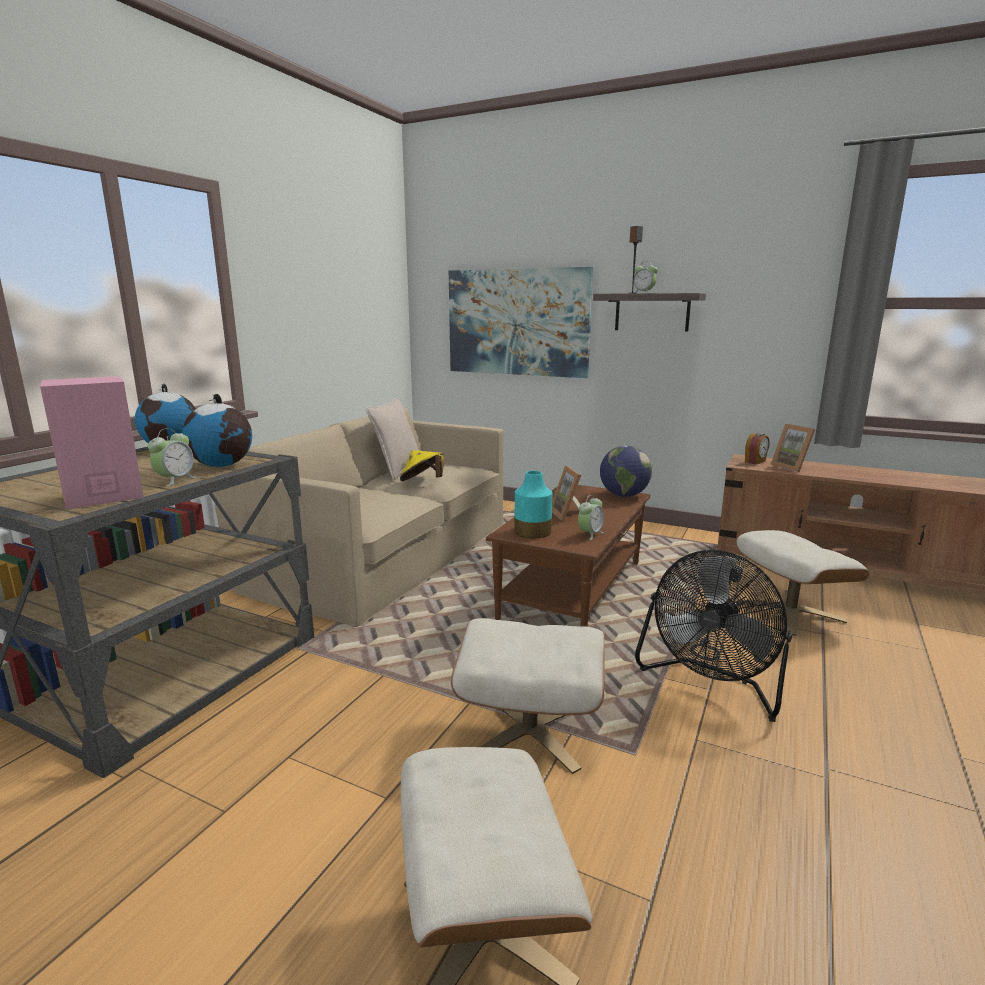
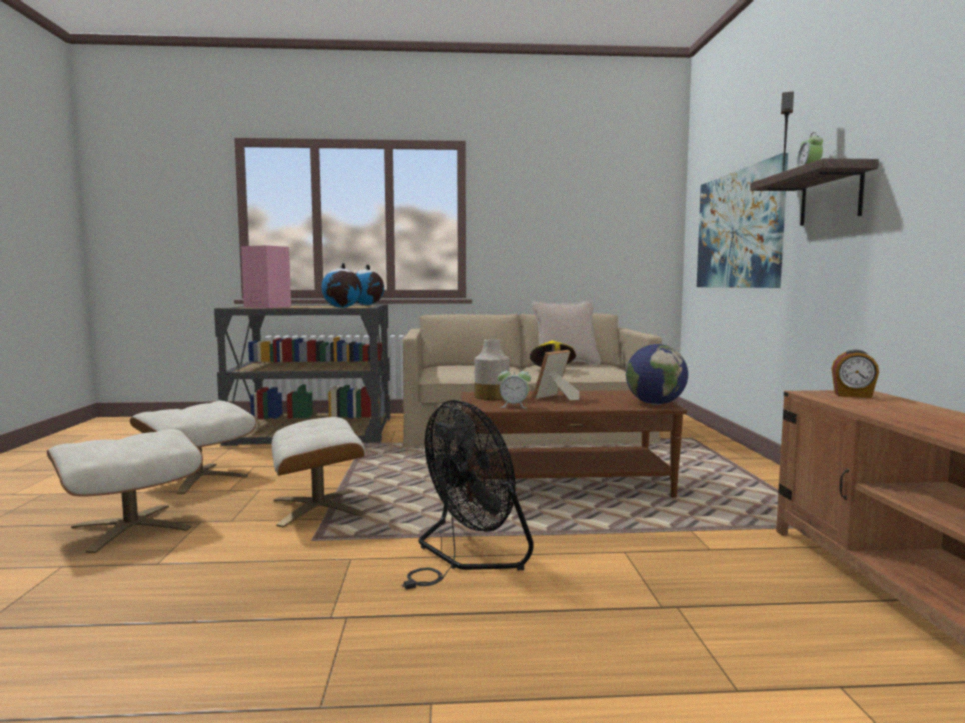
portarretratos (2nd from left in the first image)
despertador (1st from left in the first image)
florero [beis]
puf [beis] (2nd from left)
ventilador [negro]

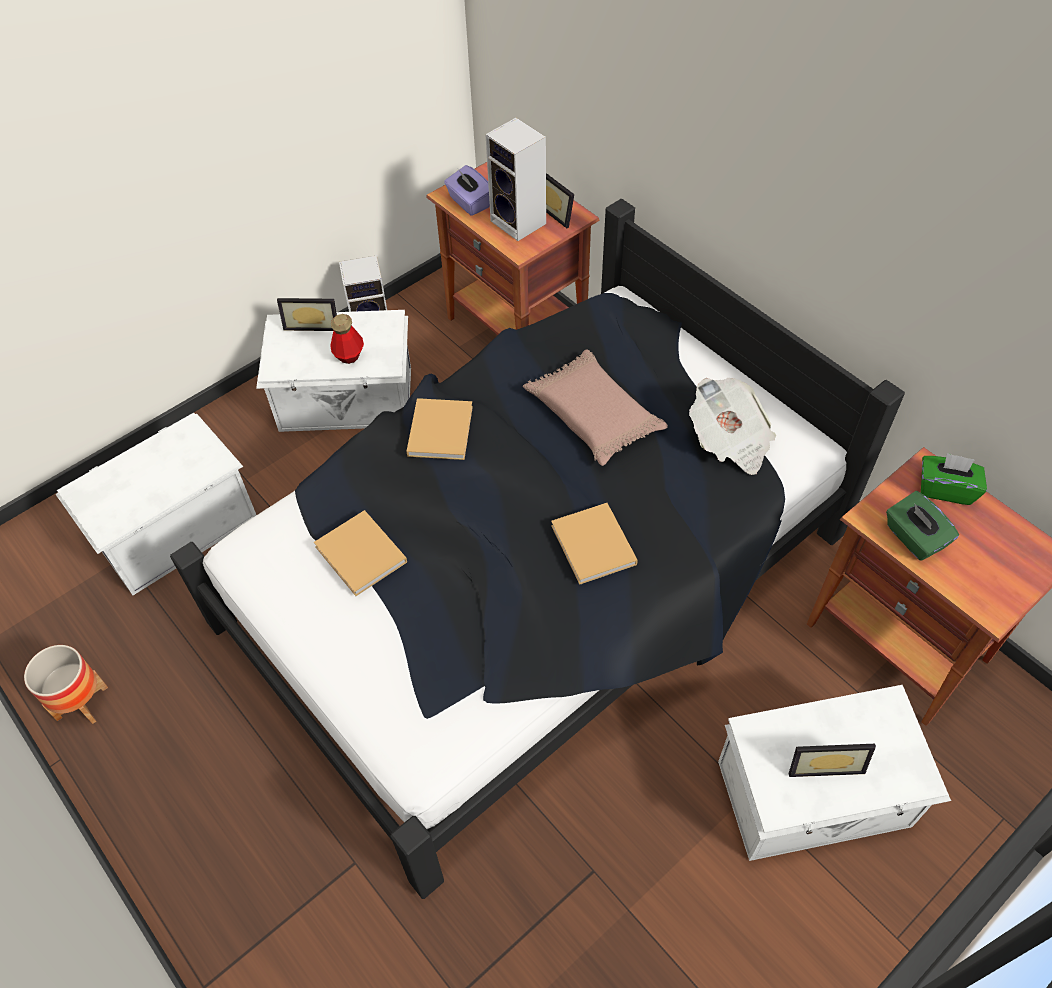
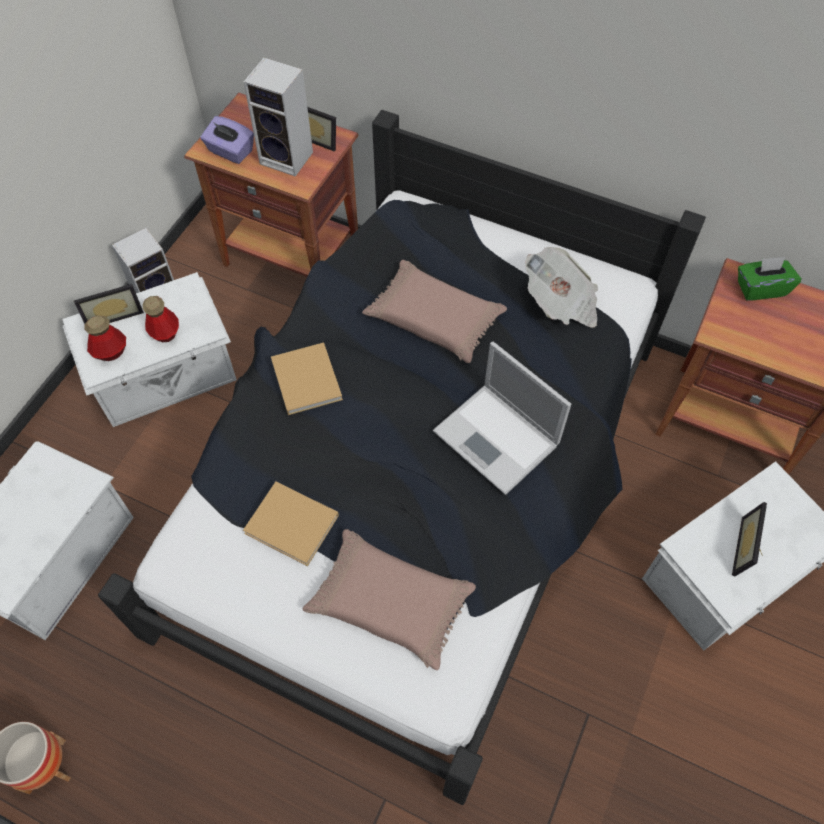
caja de pañuelos [verde] (1st from left in the first image)
portátil
portarretratos (3rd from left)
botella (1st from left)
cojín [beis] (1st from left)

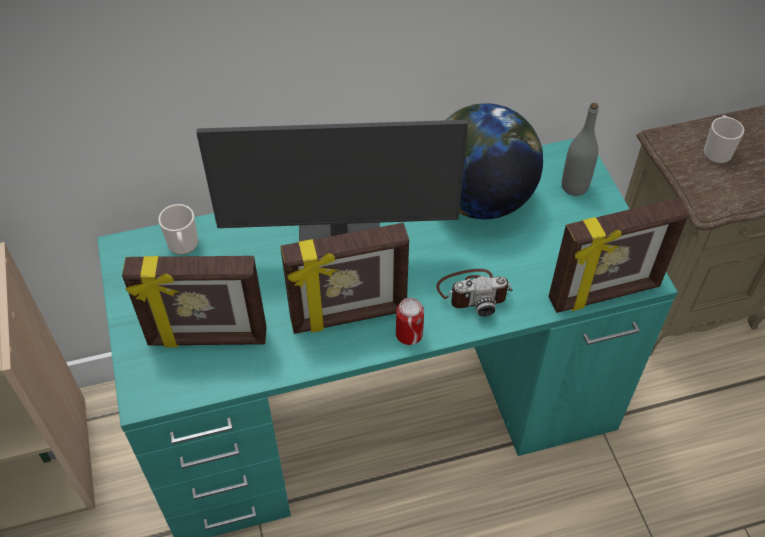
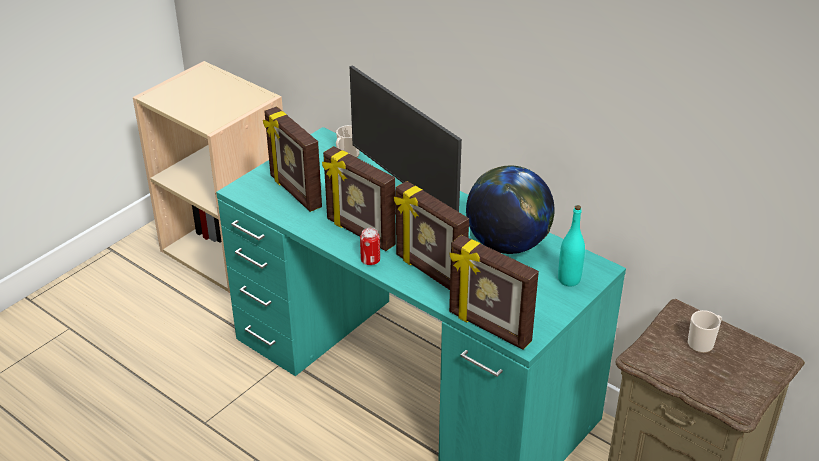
botella [turquesa]
portarretratos (3rd from left)

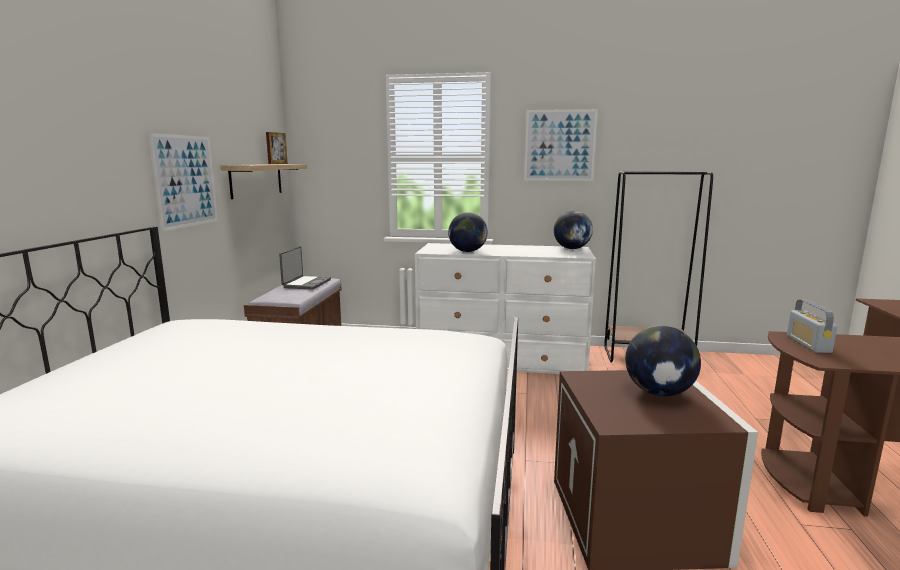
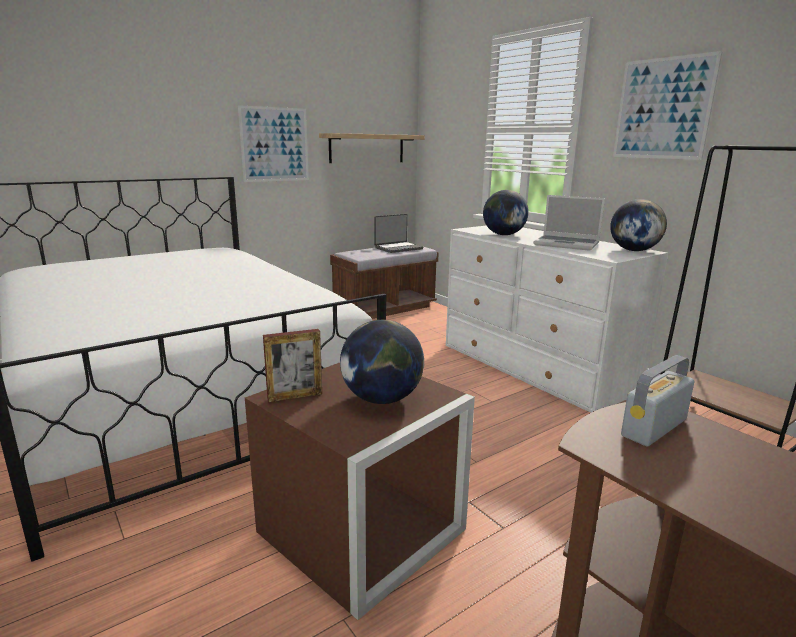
portarretratos
portátil (2nd from left)

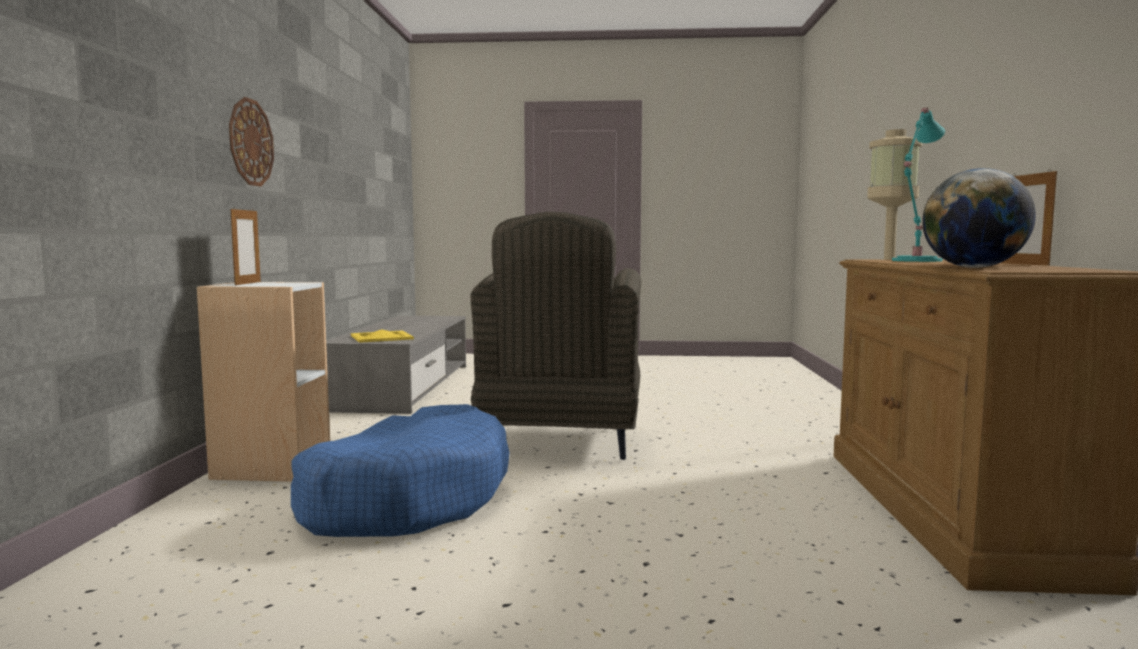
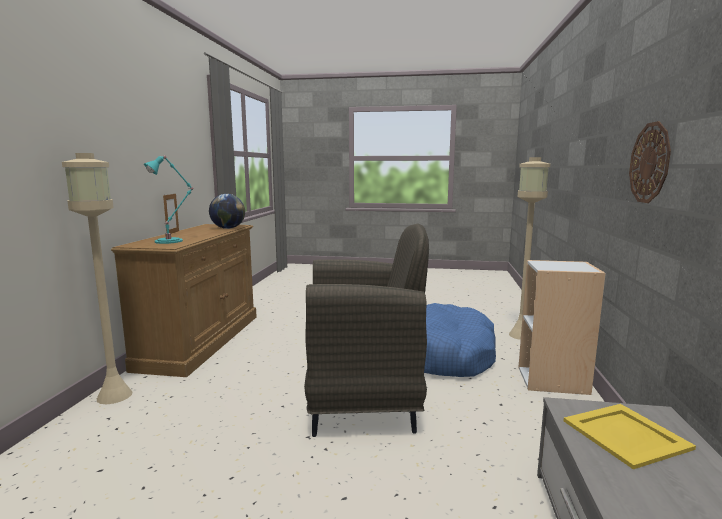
portarretratos (1st from left in the first image)
sillón [gris]
lámpara de pie [beis] (2nd from left)

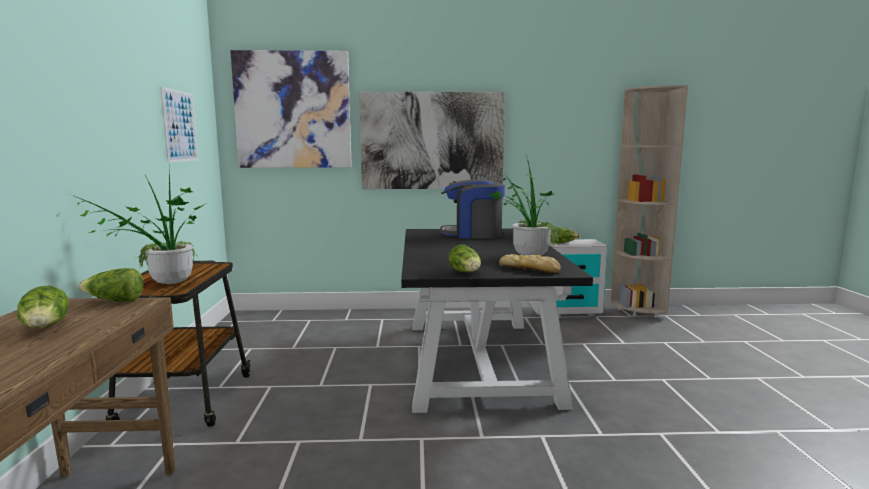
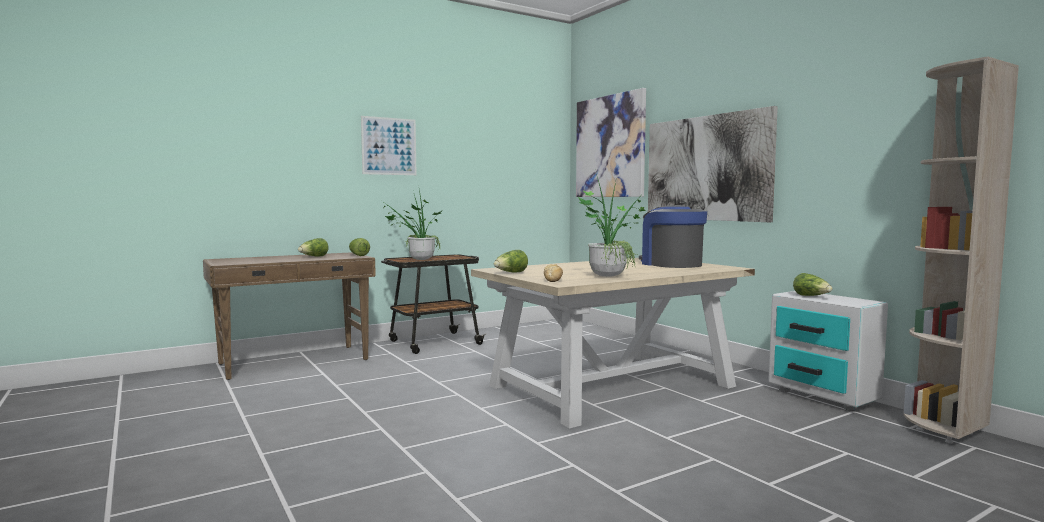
cuadro (1st from left)
mesa de comedor [beis]

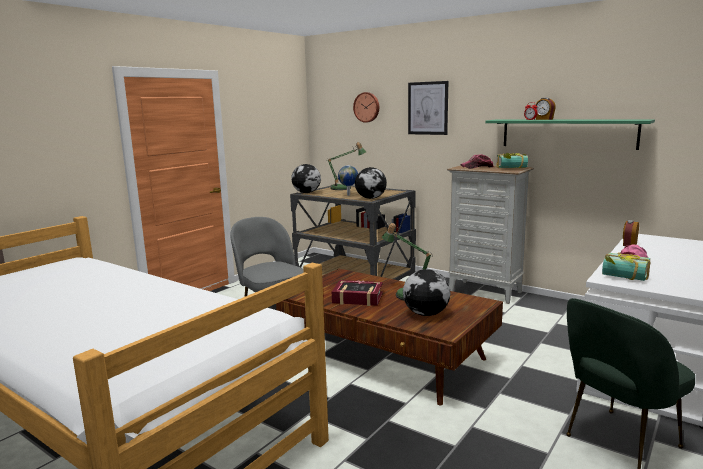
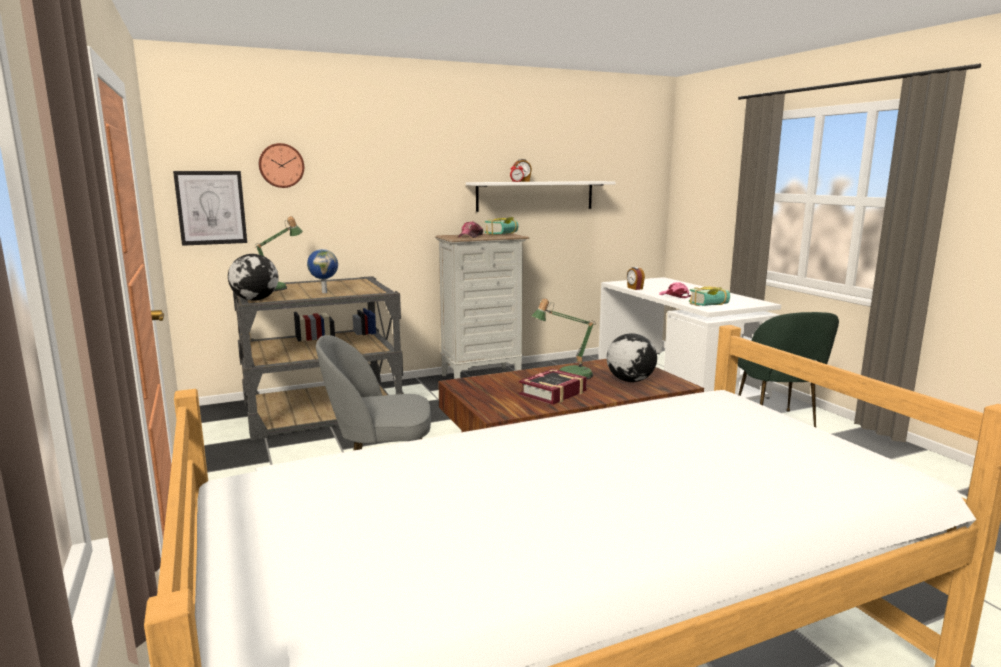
cuadro
estante [blanco]
globo terráqueo (3rd from left in the first image)

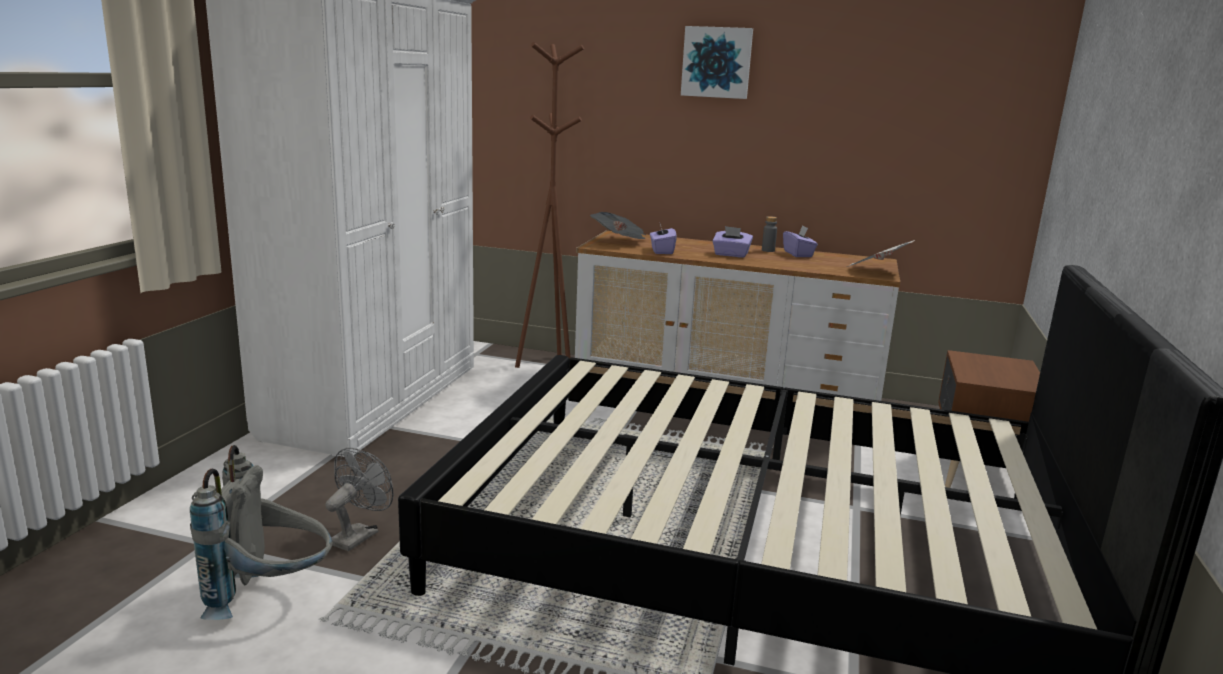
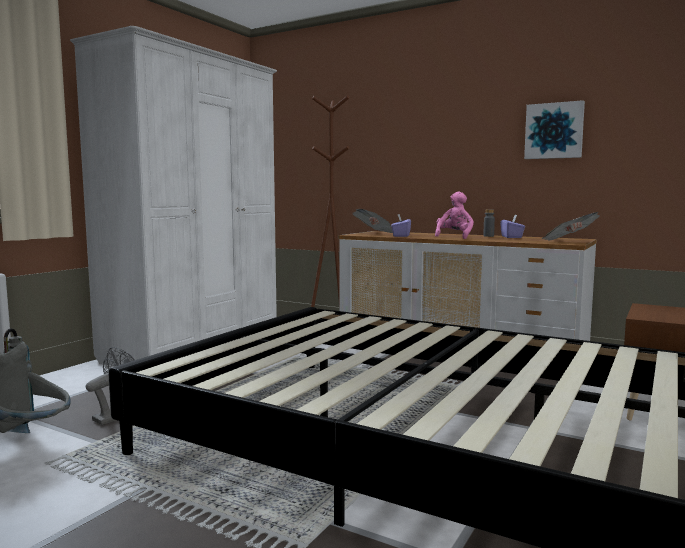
cuadro
peluche [rosa]

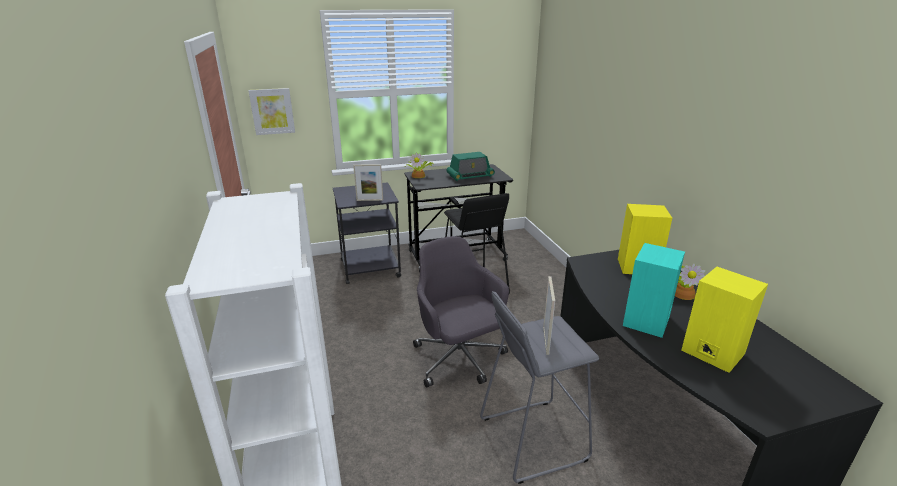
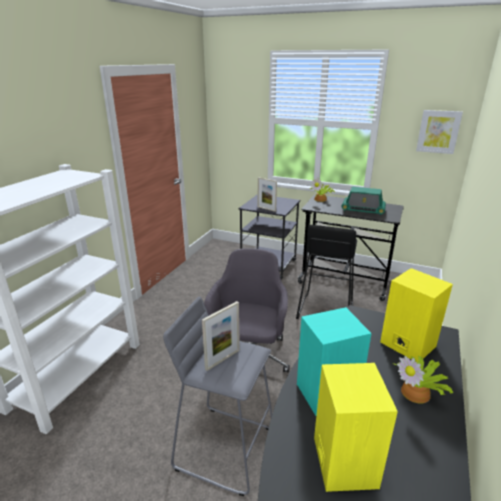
cuadro

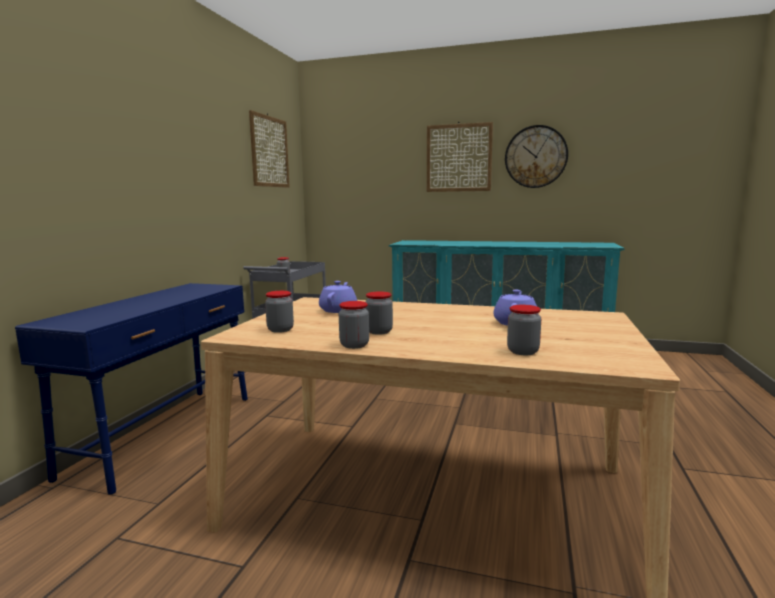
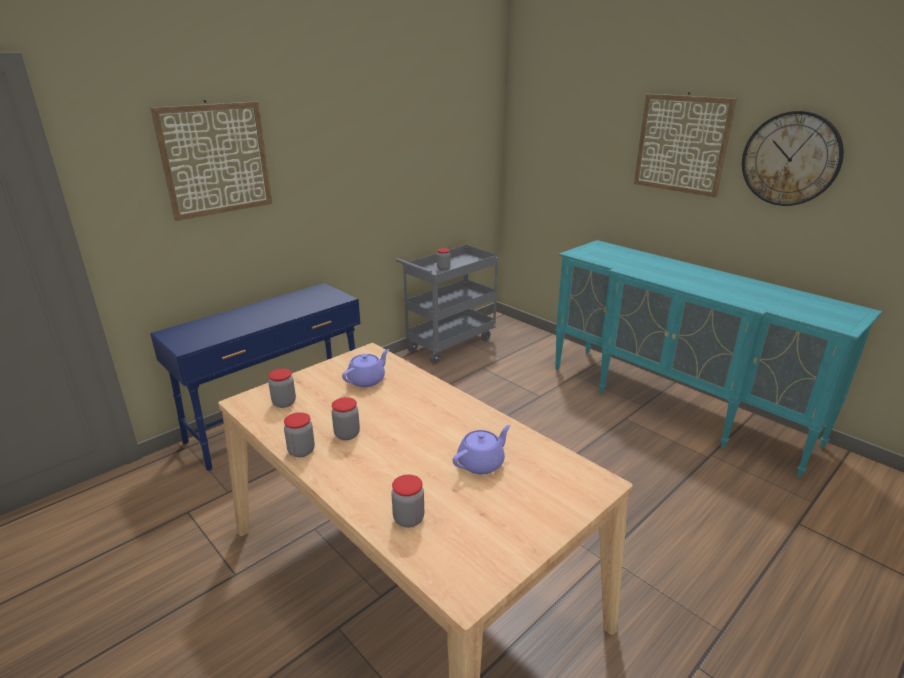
cuadro (1st from left)

